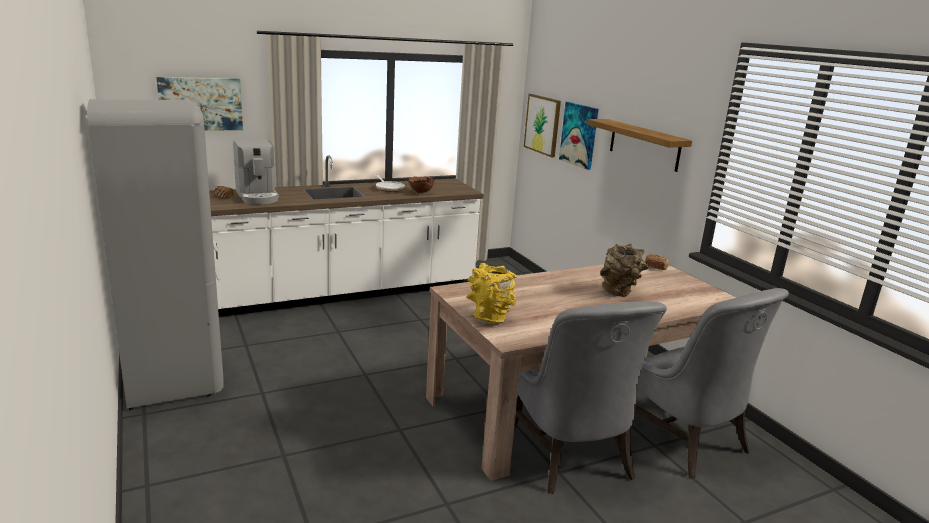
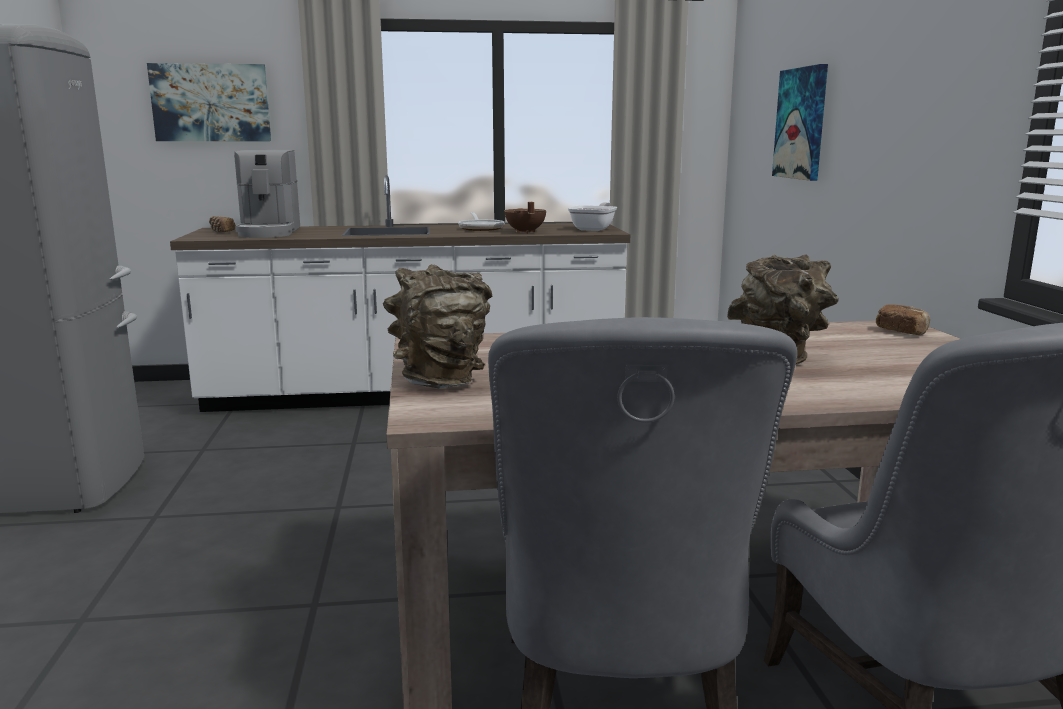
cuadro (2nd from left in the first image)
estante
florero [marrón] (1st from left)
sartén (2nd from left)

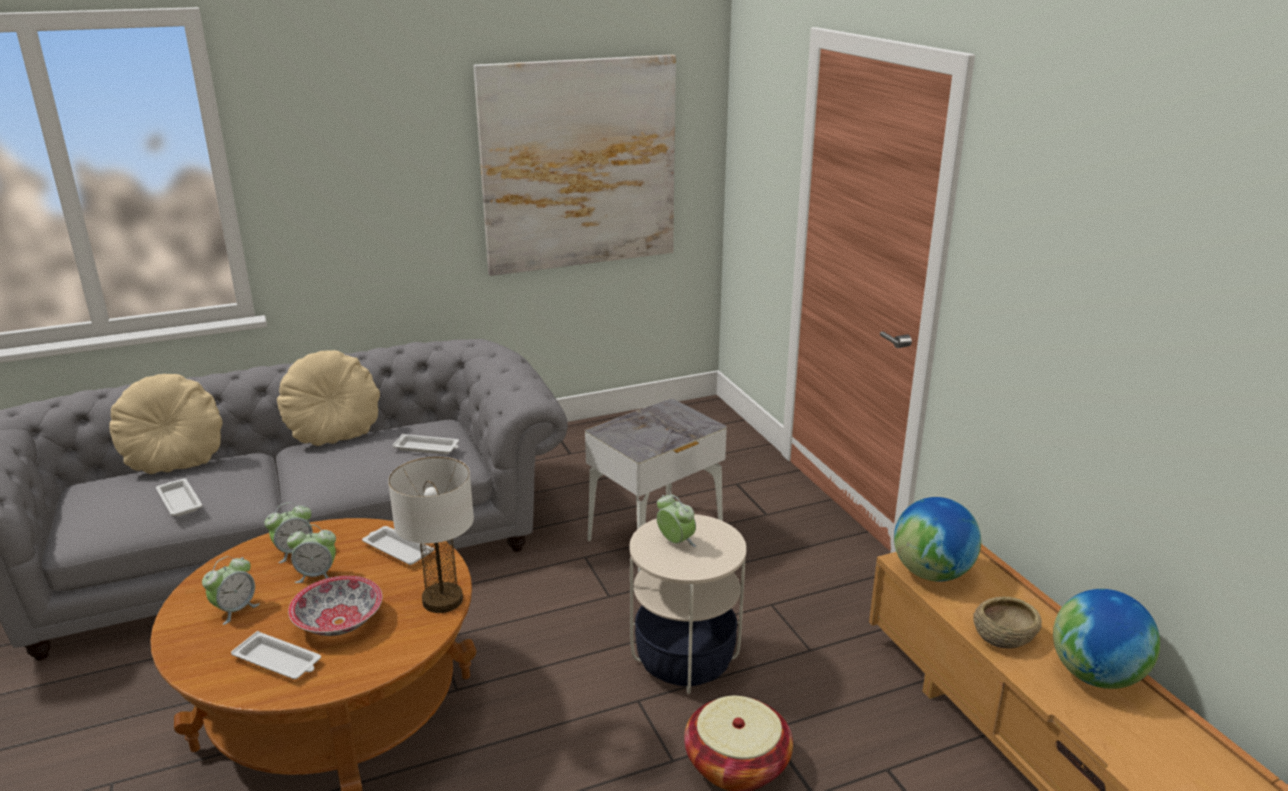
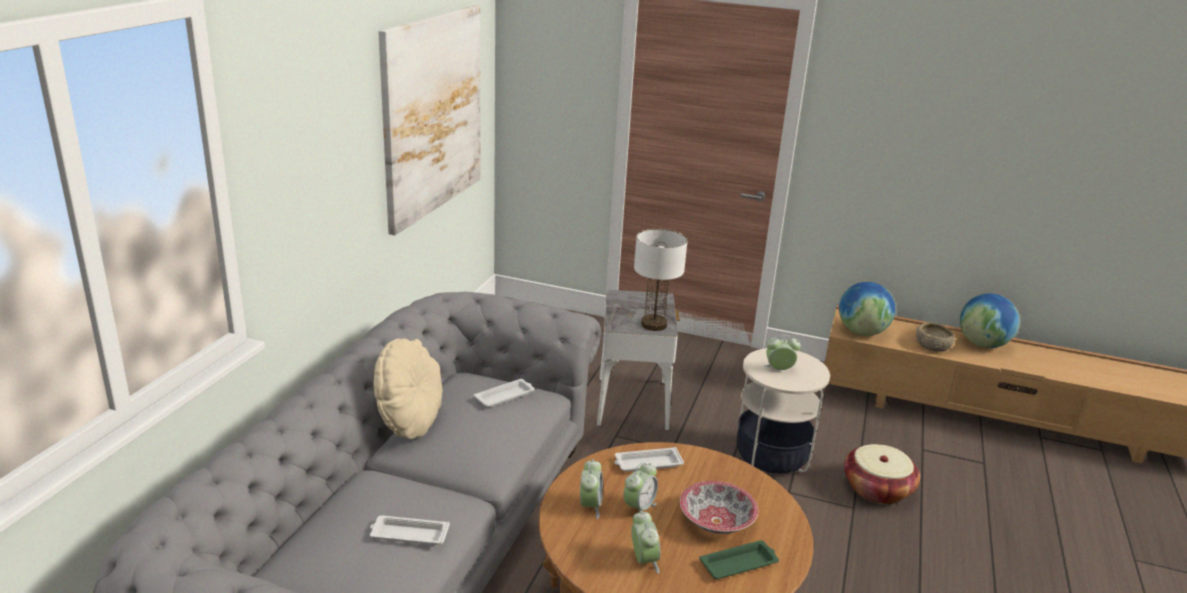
cojín [beis] (1st from left in the first image)
lámpara de mesa
bandeja [verde]

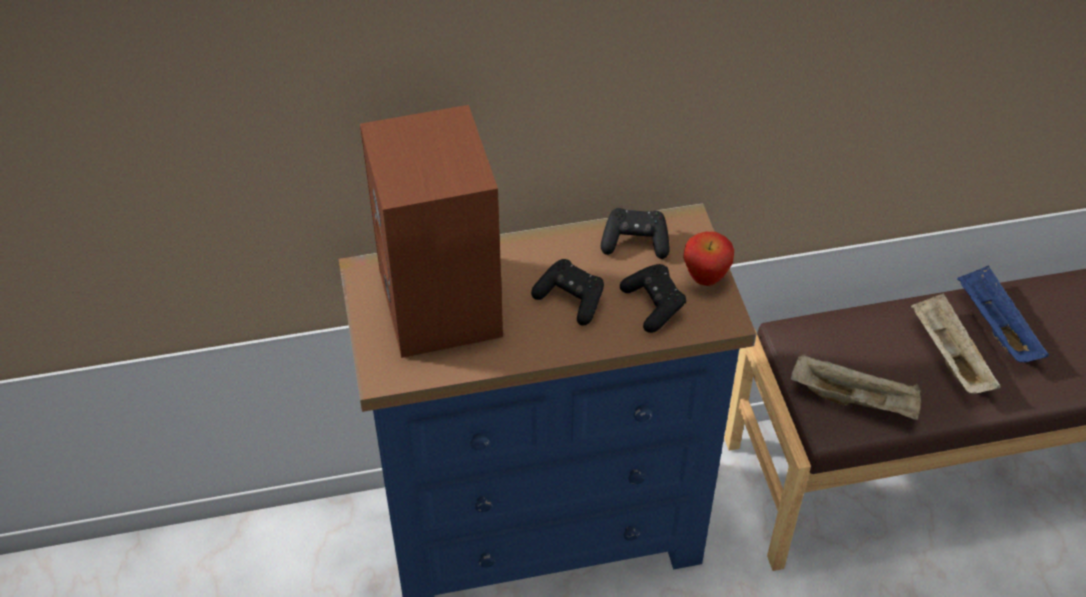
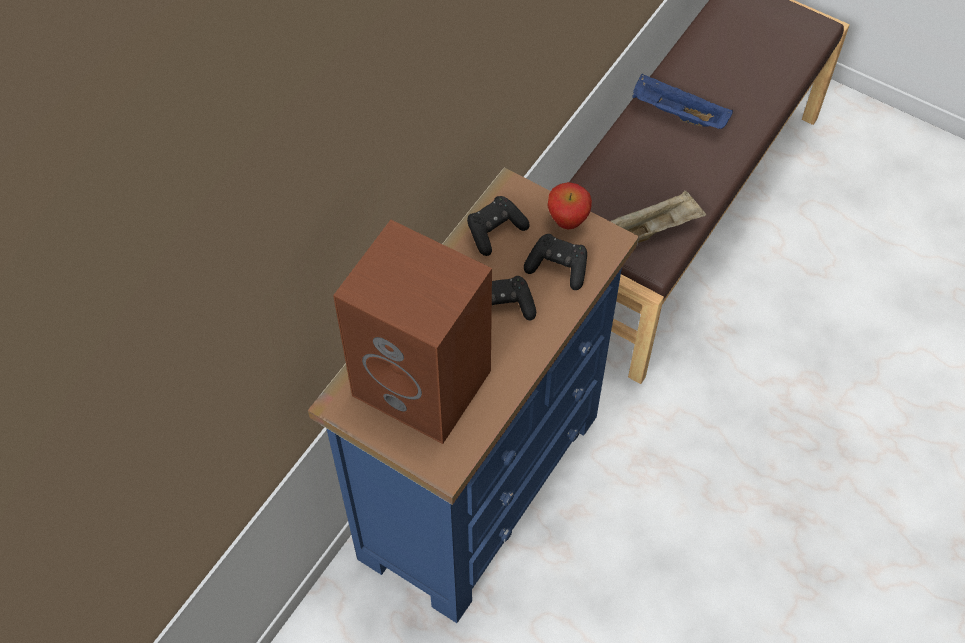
bandeja [beis] (2nd from left in the first image)

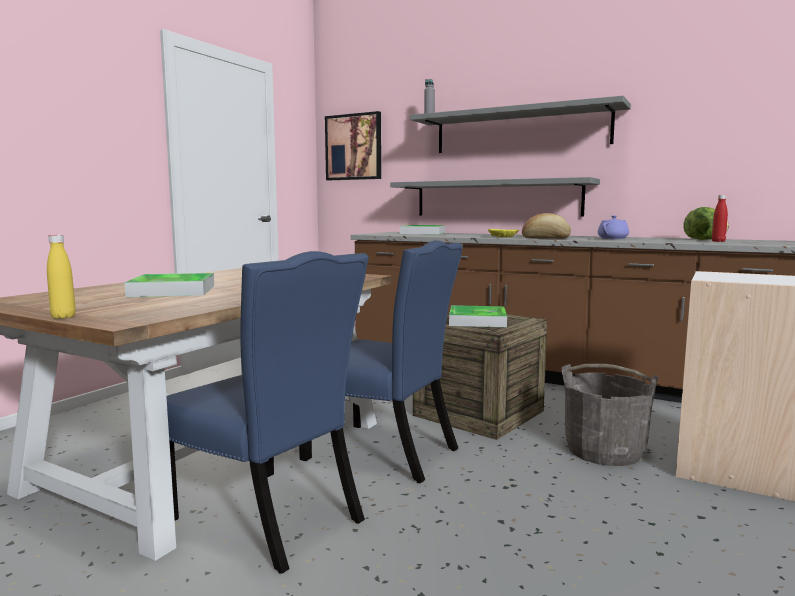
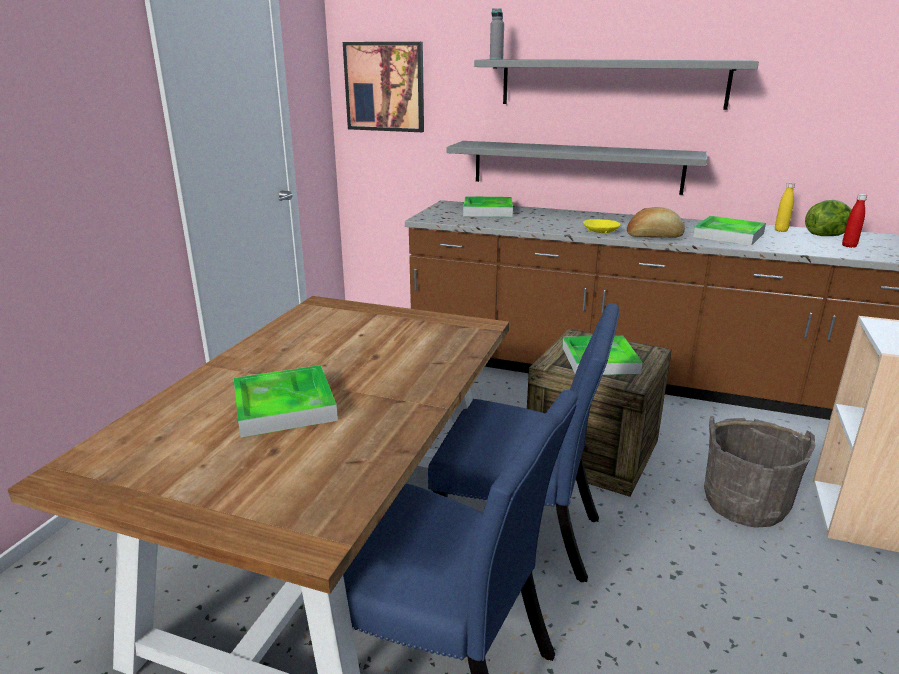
bandeja (4th from left)
botella [amarillo]

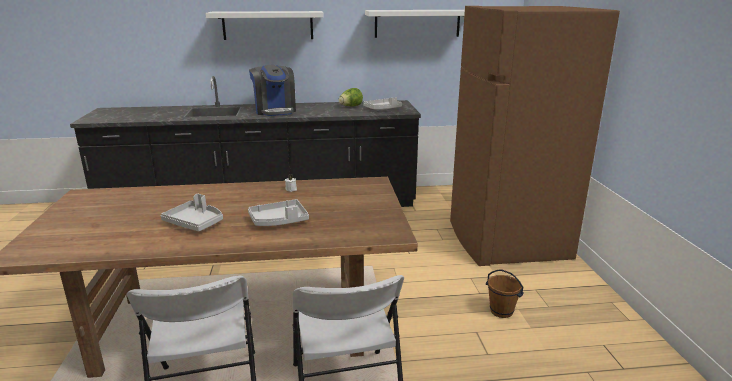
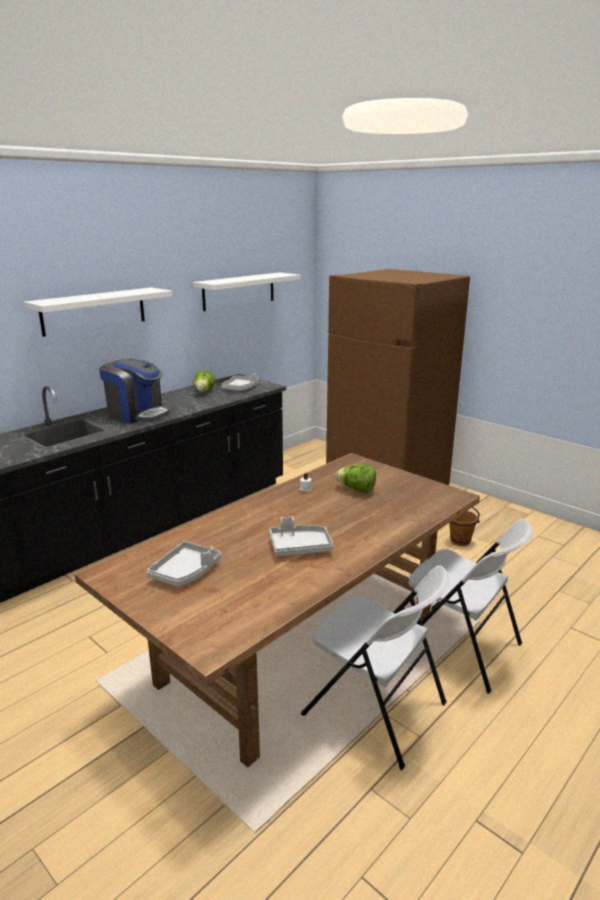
bandeja [gris] (1st from left)
lechuga (2nd from left)

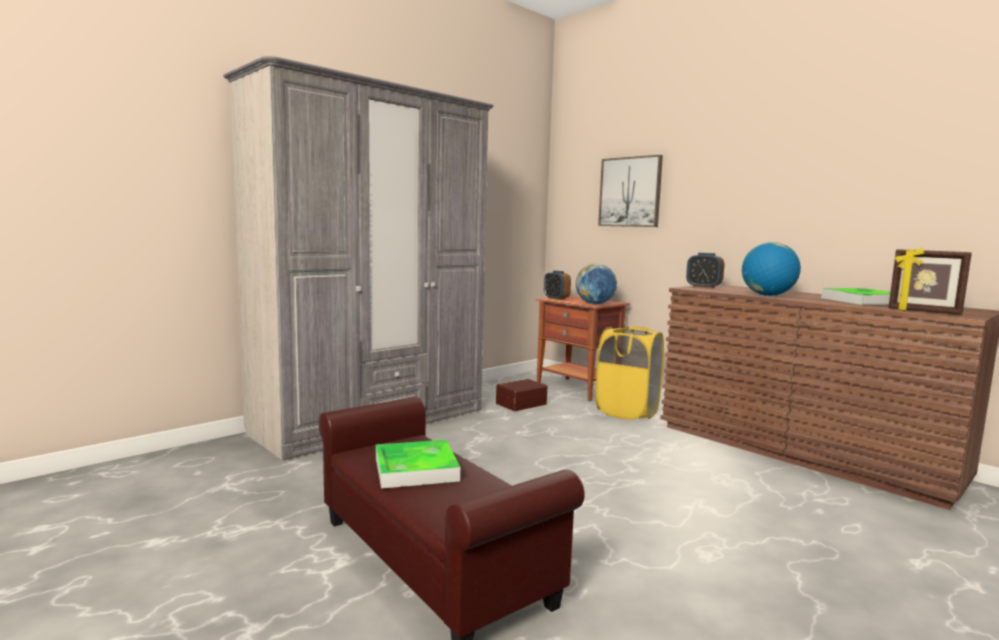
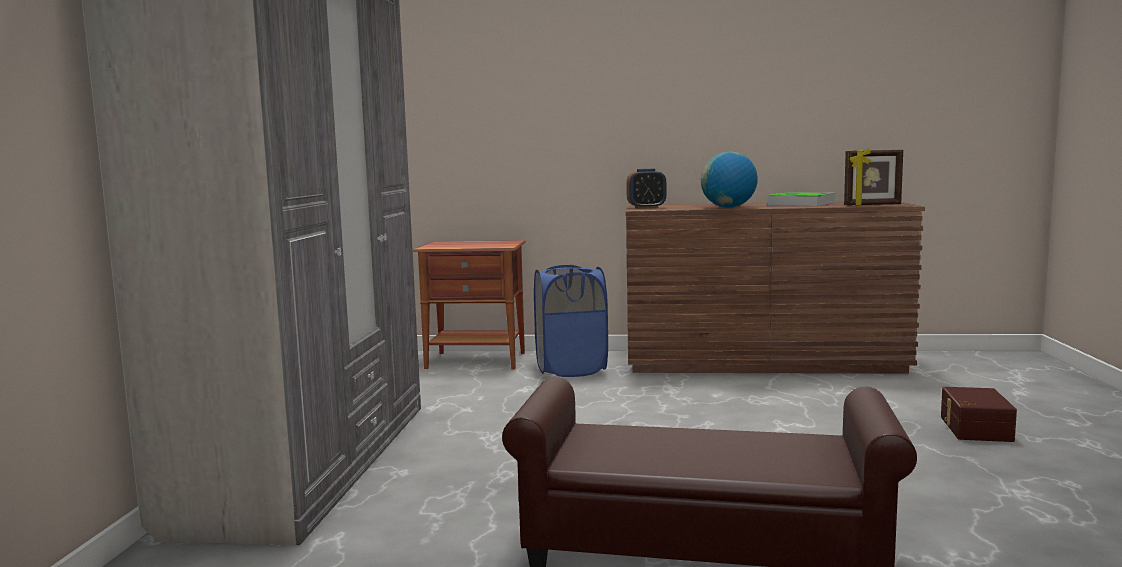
cuadro
globo terráqueo (1st from left in the first image)
despertador (1st from left in the first image)
cesto de la ropa [azul]
caja de almacenaje [marrón]
bandeja (1st from left in the first image)

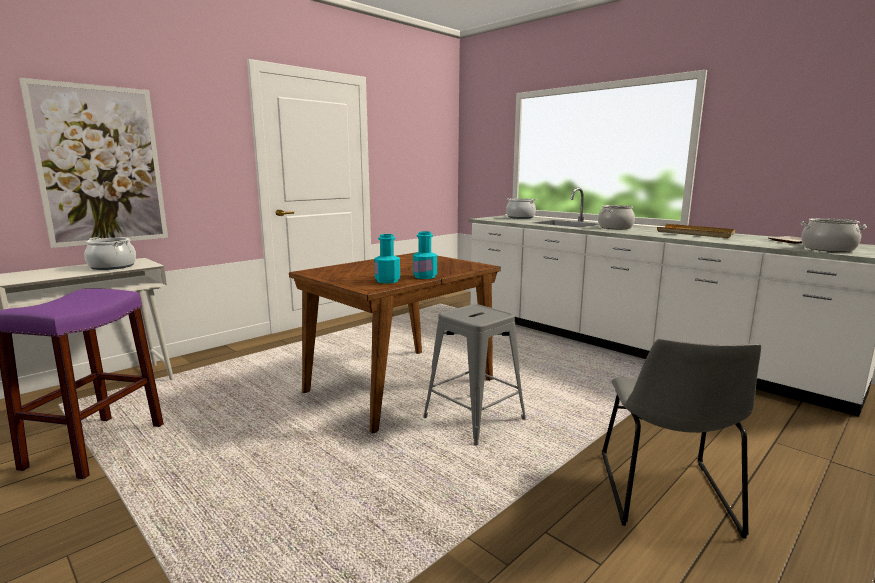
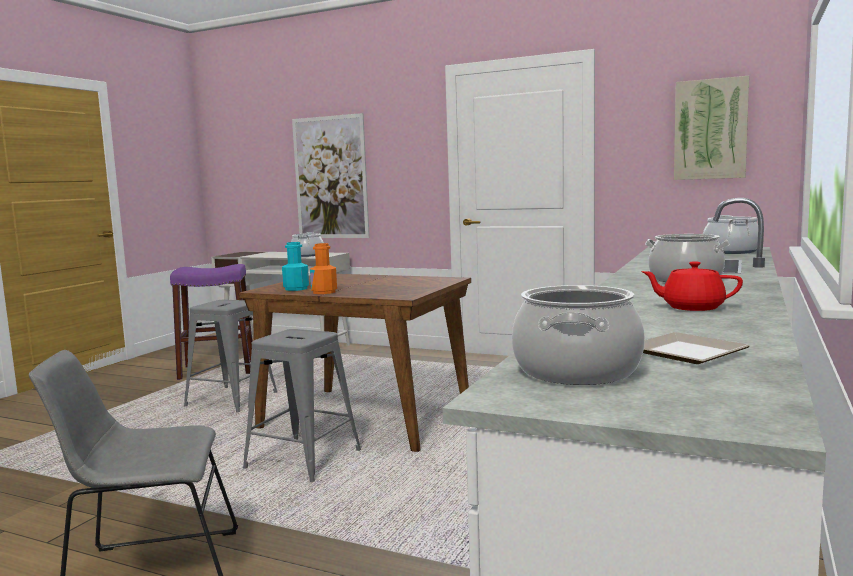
tetera [rojo]
botella [naranja]
cuadro (2nd from left)
taburete [gris] (1st from left)

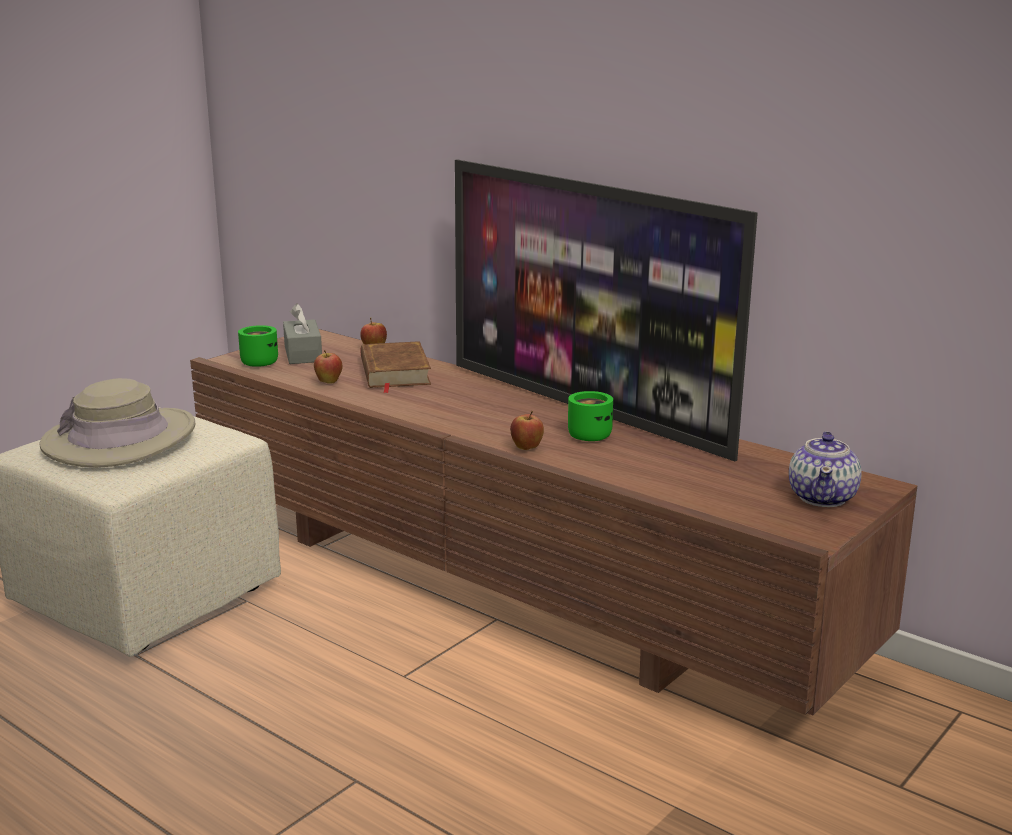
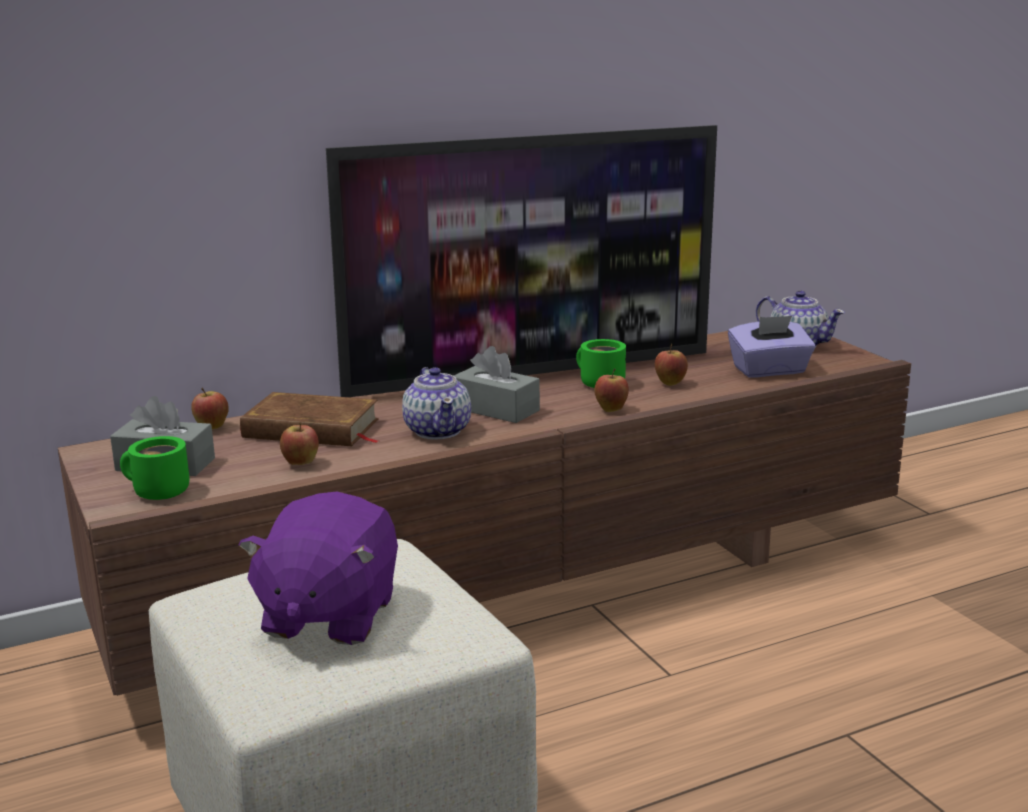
peluche [morado]
caja de pañuelos [morado]
manzana (4th from left)
caja de pañuelos [gris] (2nd from left)
tetera (1st from left)

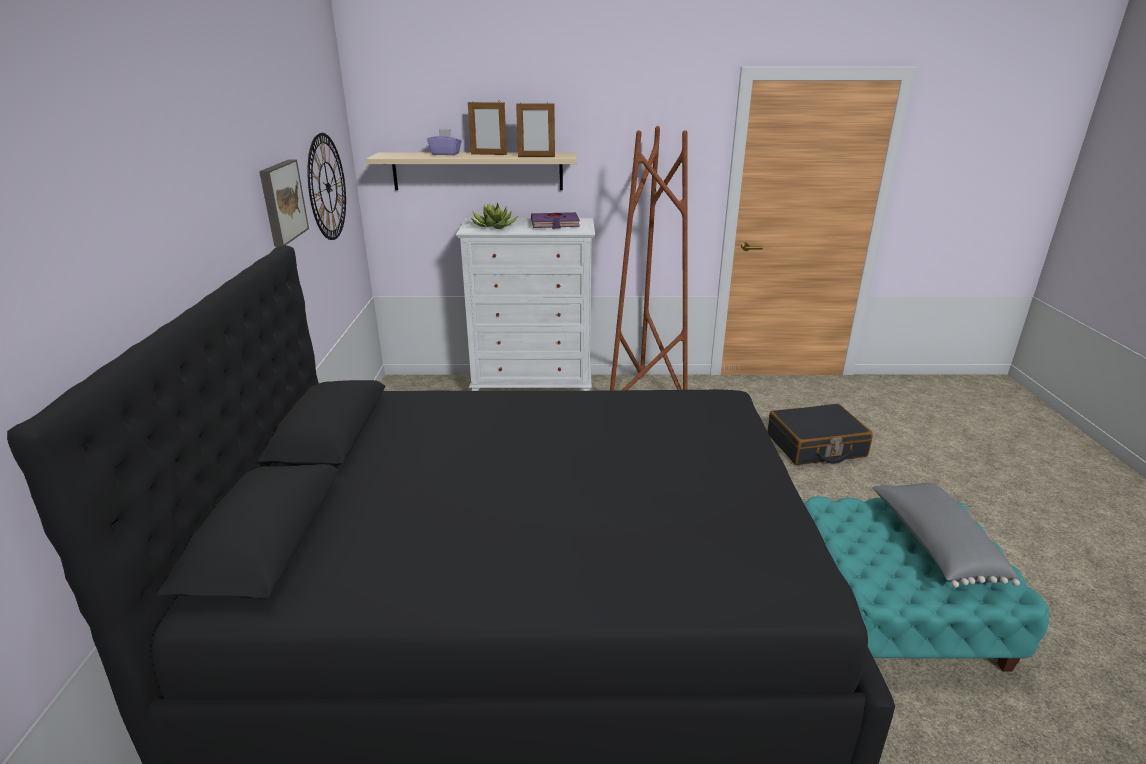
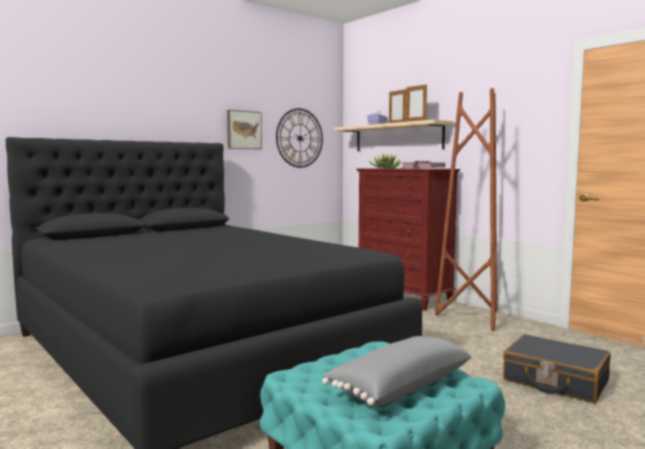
cómoda [rojo]

